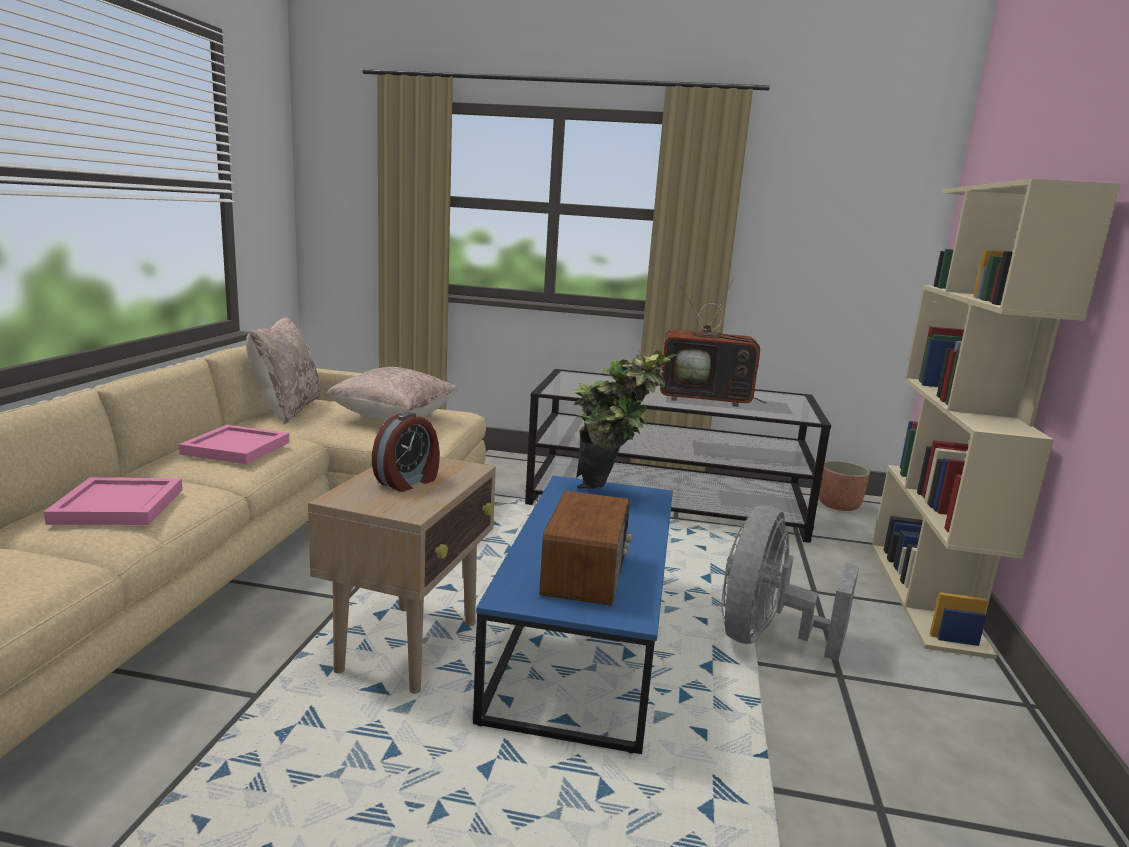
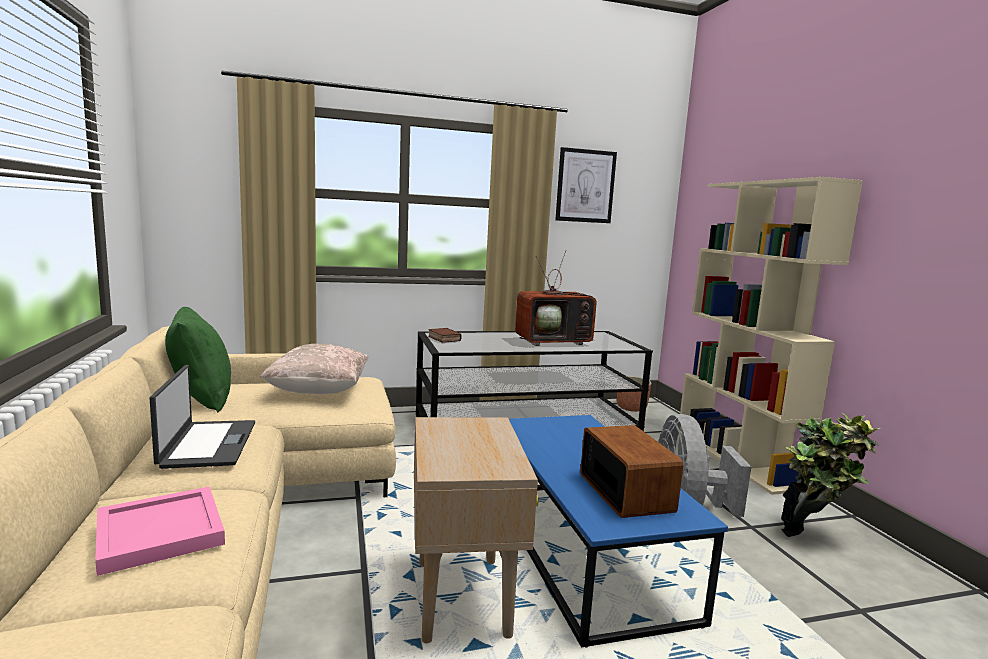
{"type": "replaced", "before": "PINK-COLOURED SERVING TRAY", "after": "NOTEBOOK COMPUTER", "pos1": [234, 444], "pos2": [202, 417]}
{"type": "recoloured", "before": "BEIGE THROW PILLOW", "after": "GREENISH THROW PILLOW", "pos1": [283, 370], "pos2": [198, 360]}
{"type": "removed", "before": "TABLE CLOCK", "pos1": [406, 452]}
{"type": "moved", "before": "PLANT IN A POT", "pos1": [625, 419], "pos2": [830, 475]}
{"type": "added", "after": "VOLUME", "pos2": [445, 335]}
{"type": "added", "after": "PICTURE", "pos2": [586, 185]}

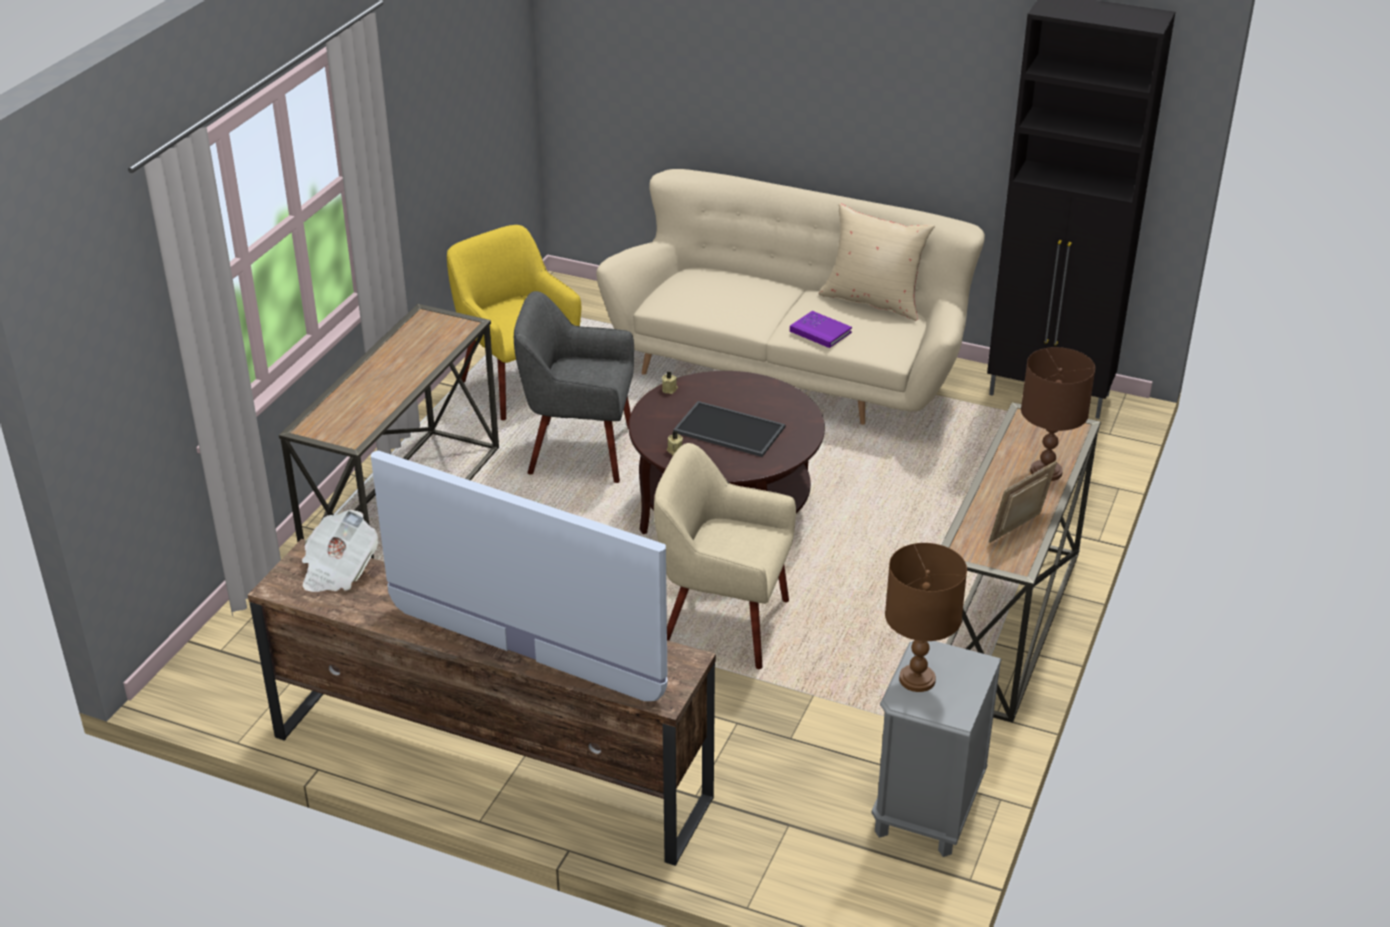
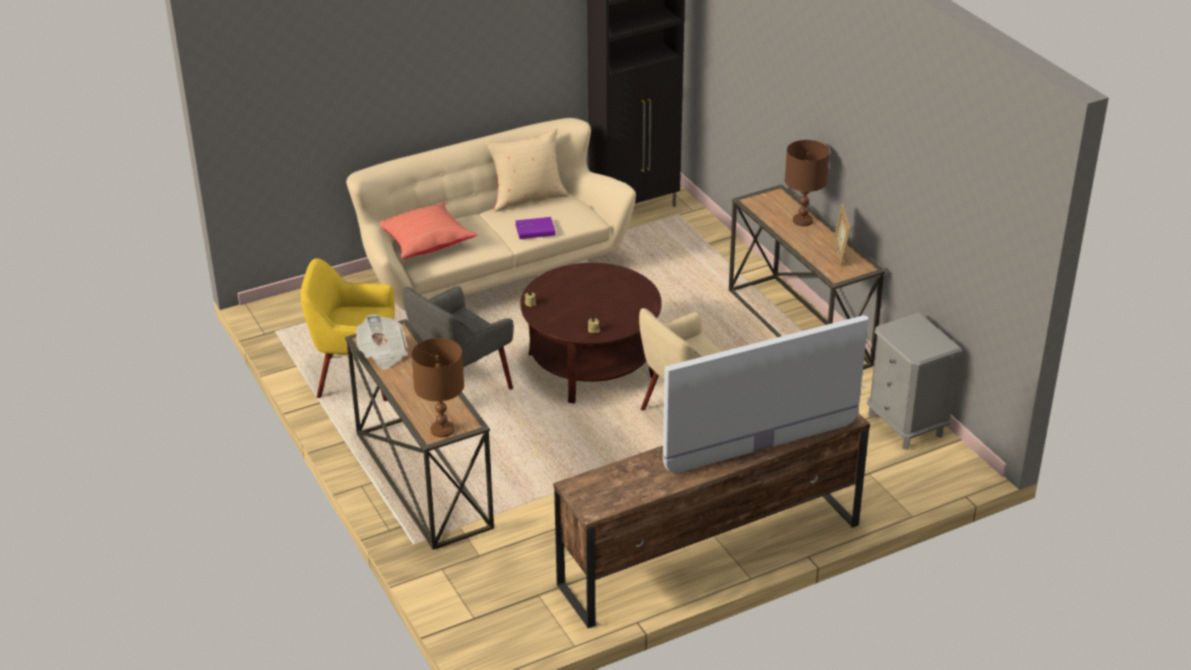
{"type": "moved", "before": "DAILY PAPER", "pos1": [340, 551], "pos2": [382, 342]}
{"type": "removed", "before": "SERVING TRAY", "pos1": [729, 429]}
{"type": "moved", "before": "BROWN TABLETOP LAMP", "pos1": [926, 617], "pos2": [437, 387]}
{"type": "added", "after": "REDDISH THROW PILLOW", "pos2": [428, 230]}

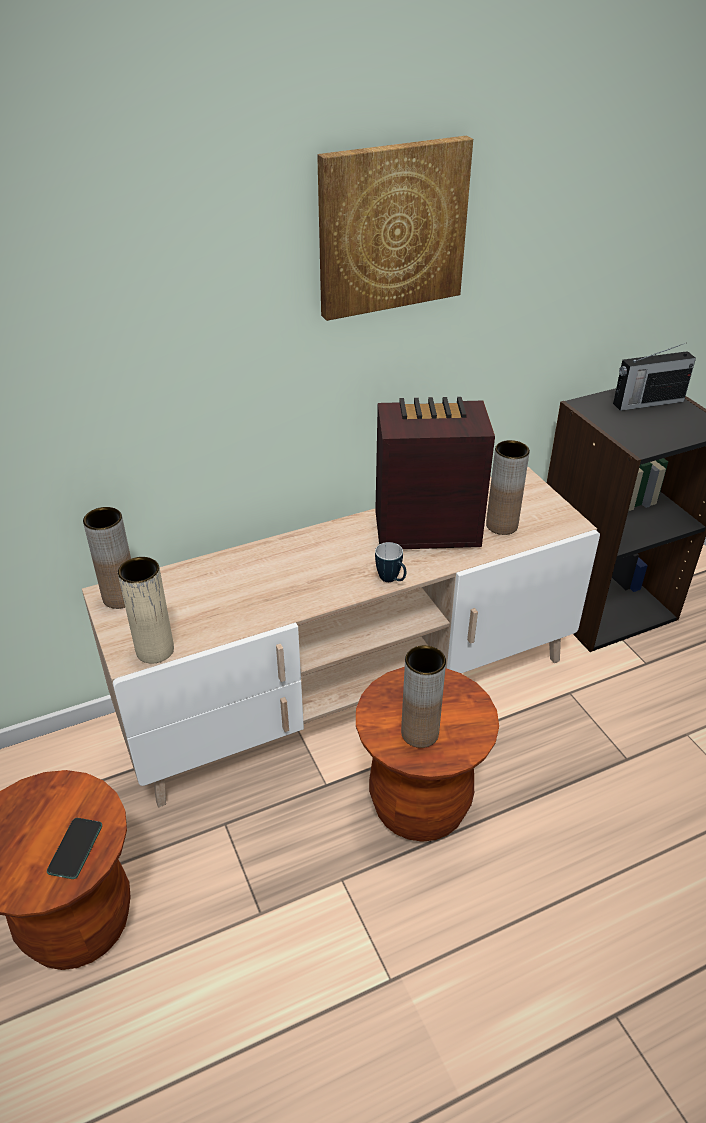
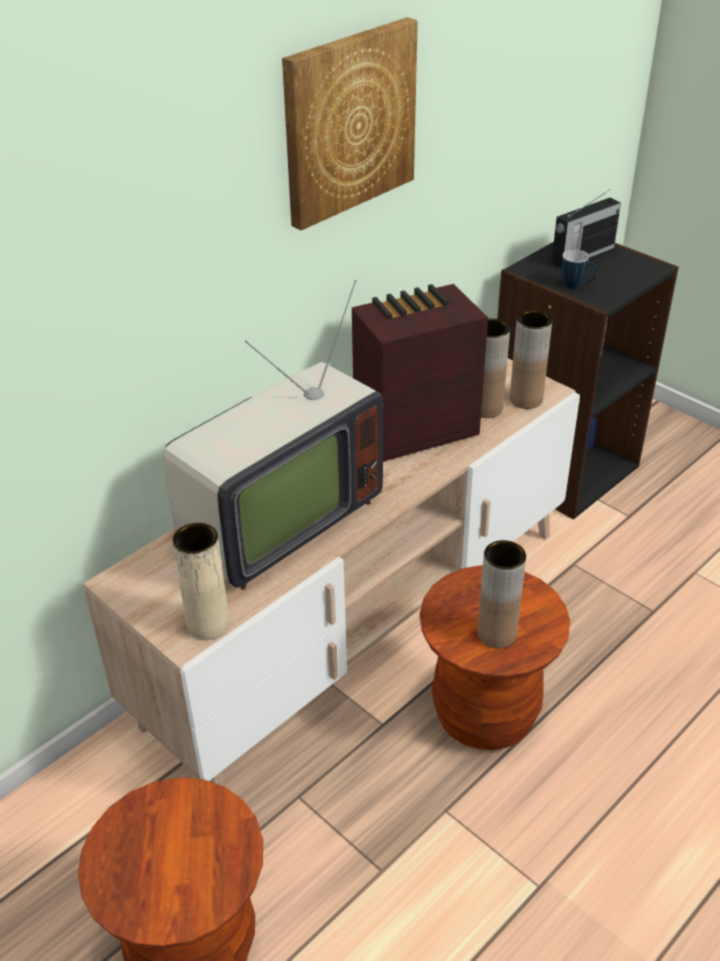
{"type": "removed", "before": "PHONE", "pos1": [74, 848]}
{"type": "moved", "before": "BROWN FLOWER VASE", "pos1": [107, 558], "pos2": [531, 359]}
{"type": "moved", "before": "MUG", "pos1": [390, 562], "pos2": [579, 268]}
{"type": "added", "after": "TV", "pos2": [273, 435]}

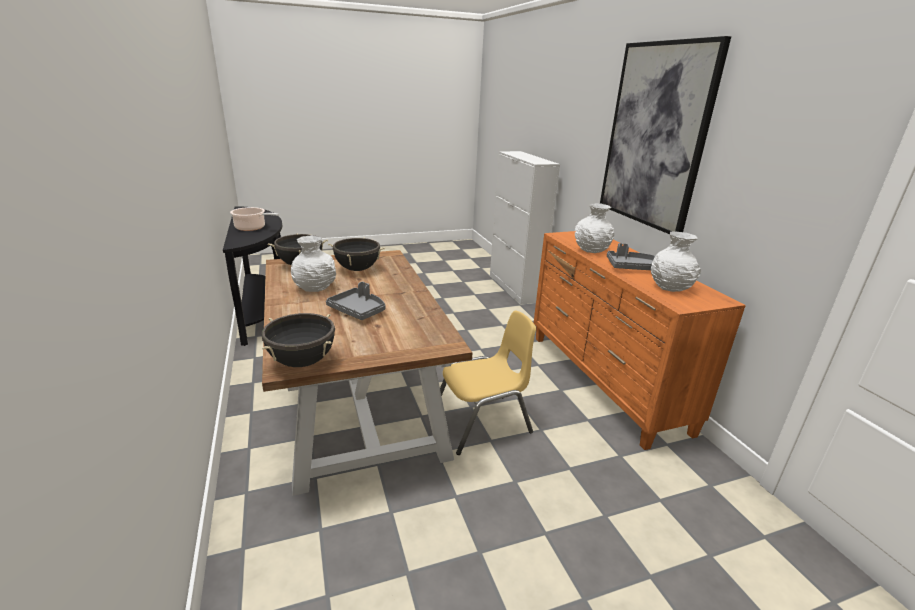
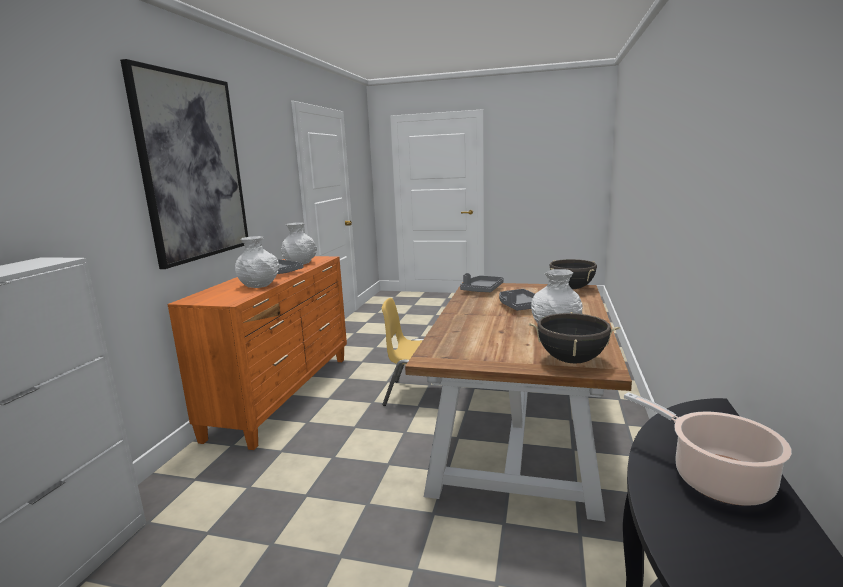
{"type": "removed", "before": "BLACK COOKING POT", "pos1": [356, 254]}
{"type": "added", "after": "GREYISH SERVING TRAY", "pos2": [482, 282]}

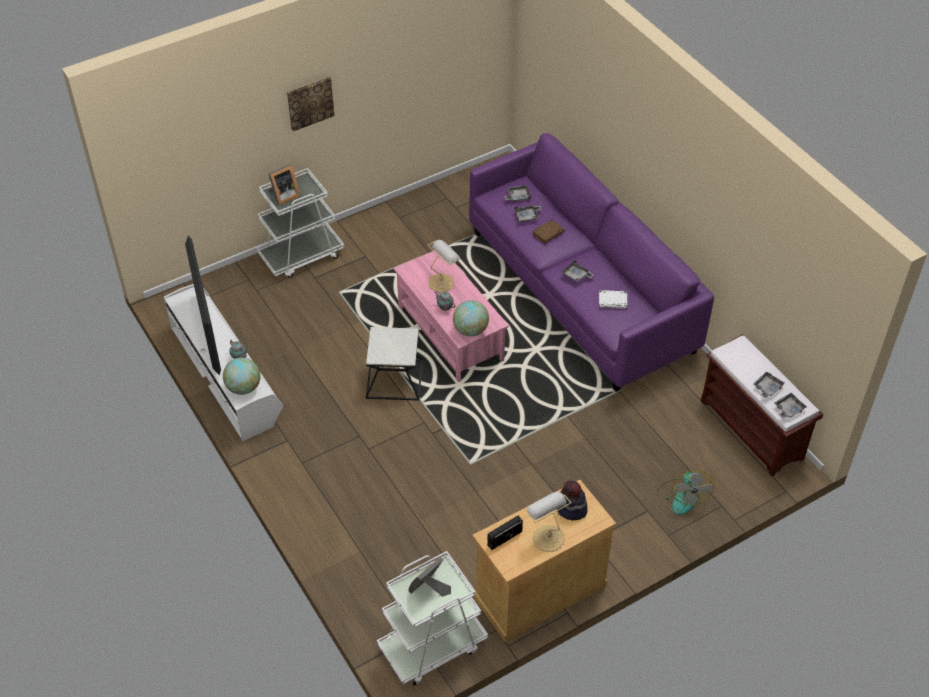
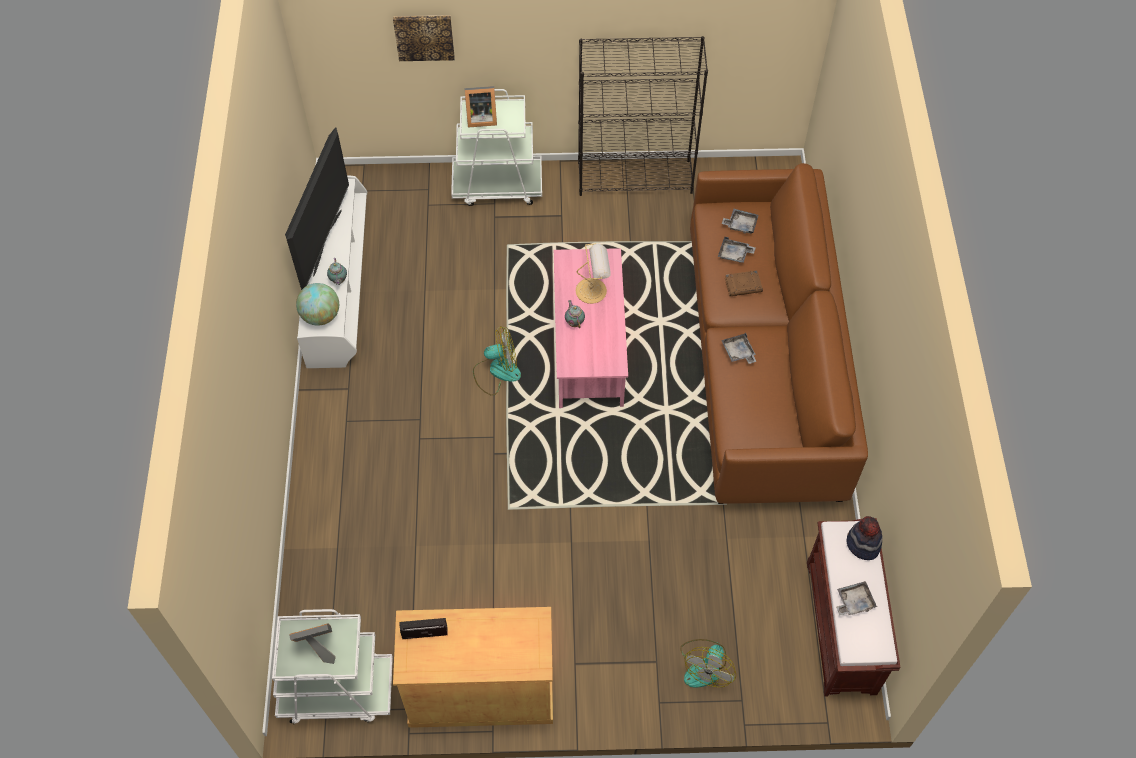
{"type": "moved", "before": "PICTURE", "pos1": [310, 104], "pos2": [424, 38]}
{"type": "replaced", "before": "ACCENT TABLE", "after": "FAN", "pos1": [394, 364], "pos2": [497, 361]}
{"type": "removed", "before": "WORLD GLOBE", "pos1": [471, 318]}
{"type": "recoloured", "before": "PURPLE-COLOURED SOFA", "after": "BROWN SOFA", "pos1": [591, 262], "pos2": [779, 333]}
{"type": "removed", "before": "TABLETOP LAMP", "pos1": [548, 522]}
{"type": "moved", "before": "HAT", "pos1": [572, 500], "pos2": [865, 538]}
{"type": "removed", "before": "WHITE-COLOURED VOLUME", "pos1": [613, 299]}
{"type": "removed", "before": "GREYISH SERVING TRAY", "pos1": [790, 406]}
{"type": "added", "after": "BLACK SHELVING UNIT", "pos2": [643, 116]}

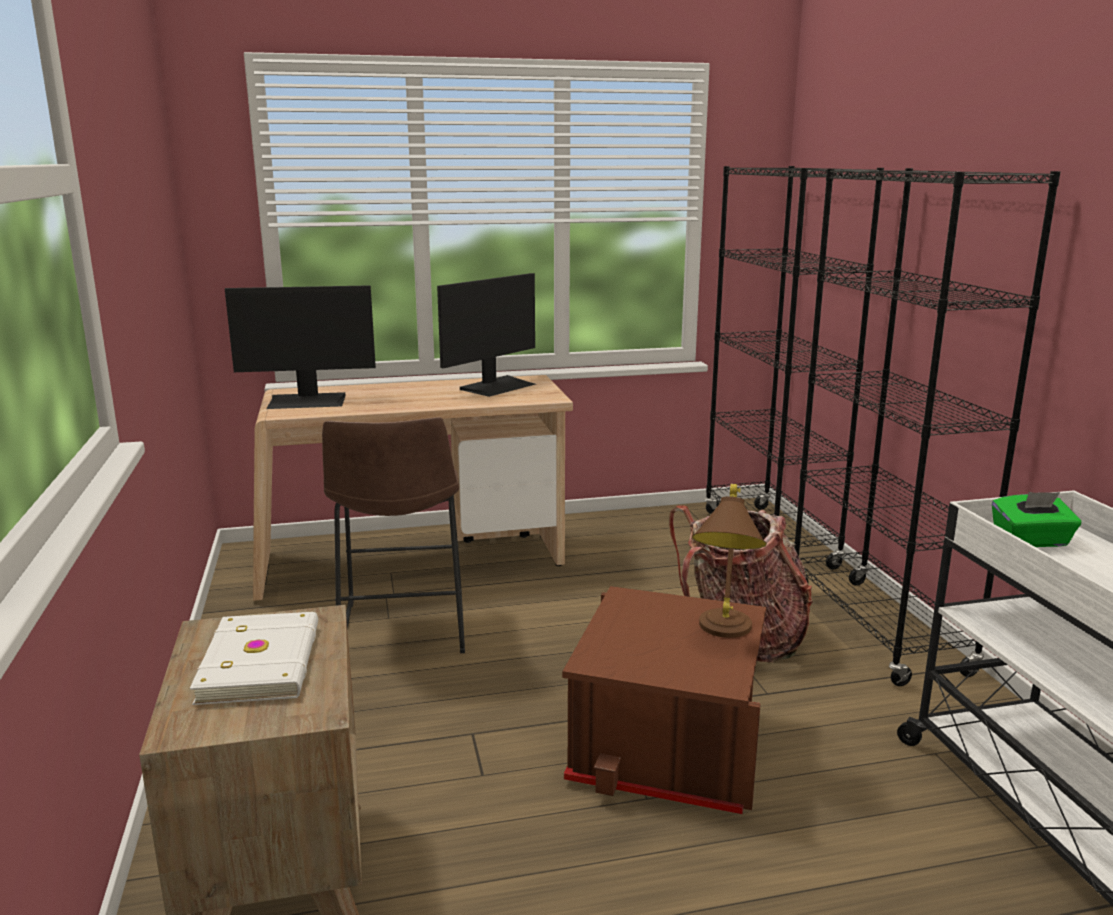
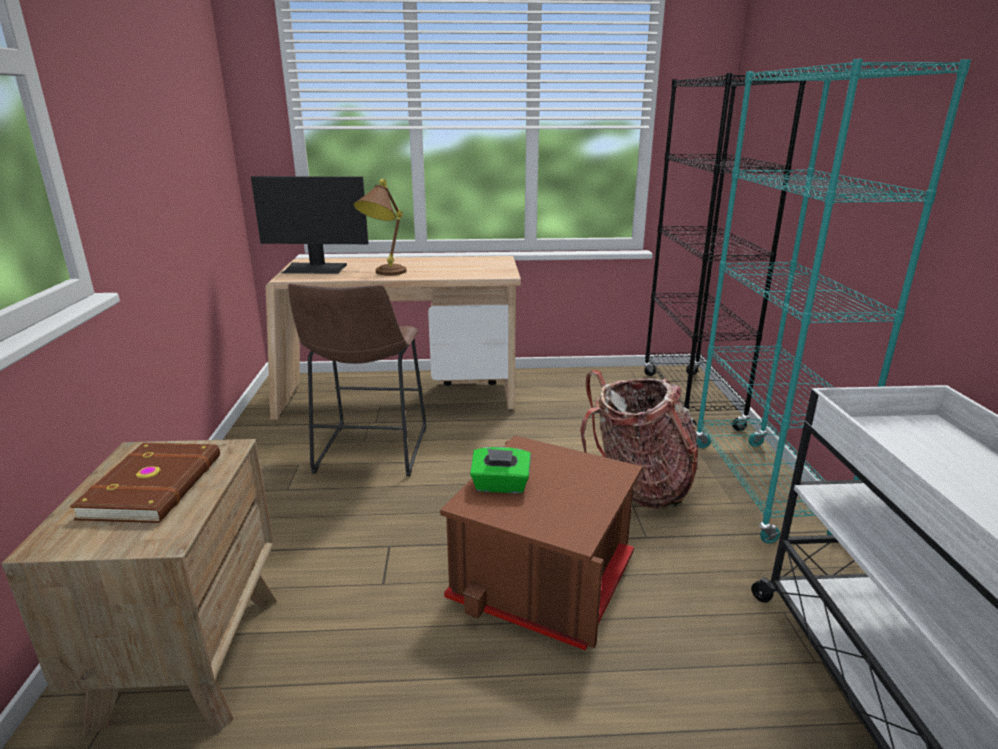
{"type": "recoloured", "before": "WHITE-COLOURED VOLUME", "after": "BROWN VOLUME", "pos1": [254, 658], "pos2": [145, 483]}
{"type": "removed", "before": "COMPUTER DISPLAY", "pos1": [486, 335]}
{"type": "moved", "before": "BROWN TABLETOP LAMP", "pos1": [729, 561], "pos2": [380, 227]}
{"type": "recoloured", "before": "BLACK SHELVING UNIT", "after": "BLUE-GREEN SHELVING UNIT", "pos1": [927, 427], "pos2": [833, 301]}
{"type": "moved", "before": "GREENISH TISSUE HOLDER", "pos1": [1036, 519], "pos2": [500, 470]}

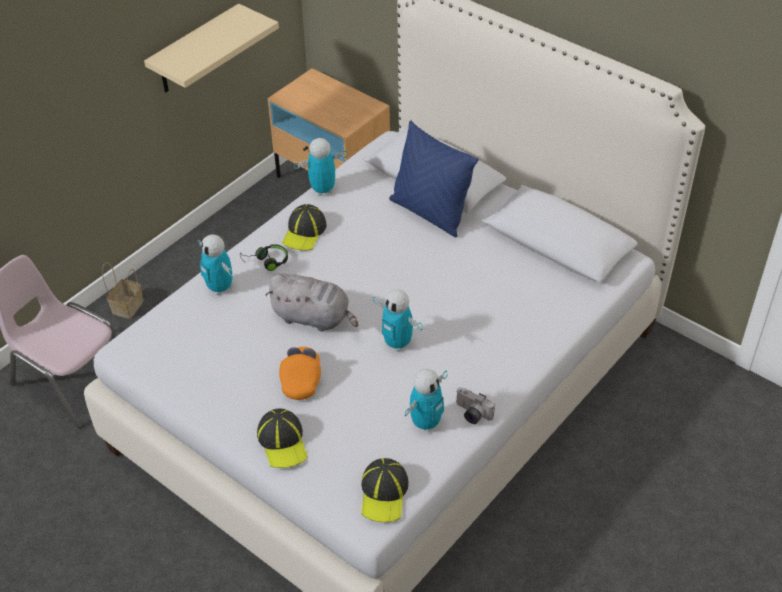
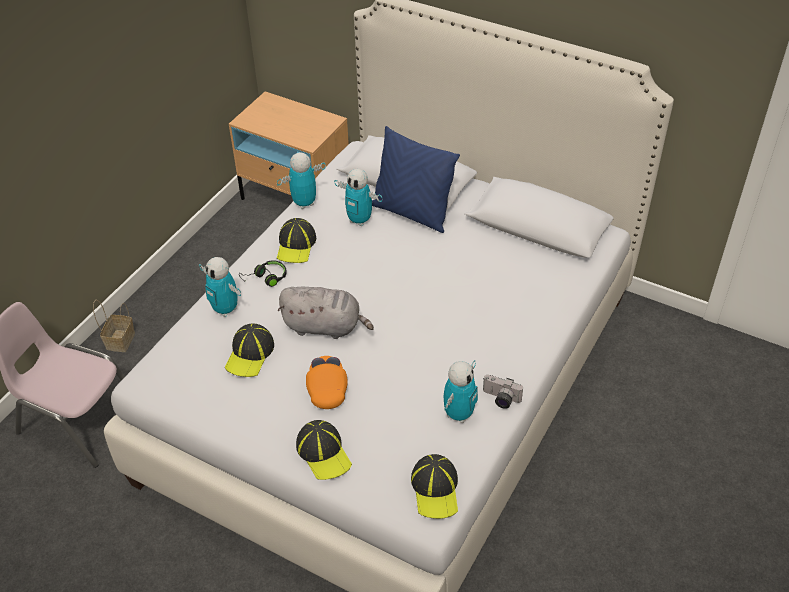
{"type": "removed", "before": "BEIGE SHELF", "pos1": [211, 48]}
{"type": "moved", "before": "TOY ROBOT", "pos1": [398, 321], "pos2": [358, 197]}
{"type": "added", "after": "CAP", "pos2": [249, 350]}

